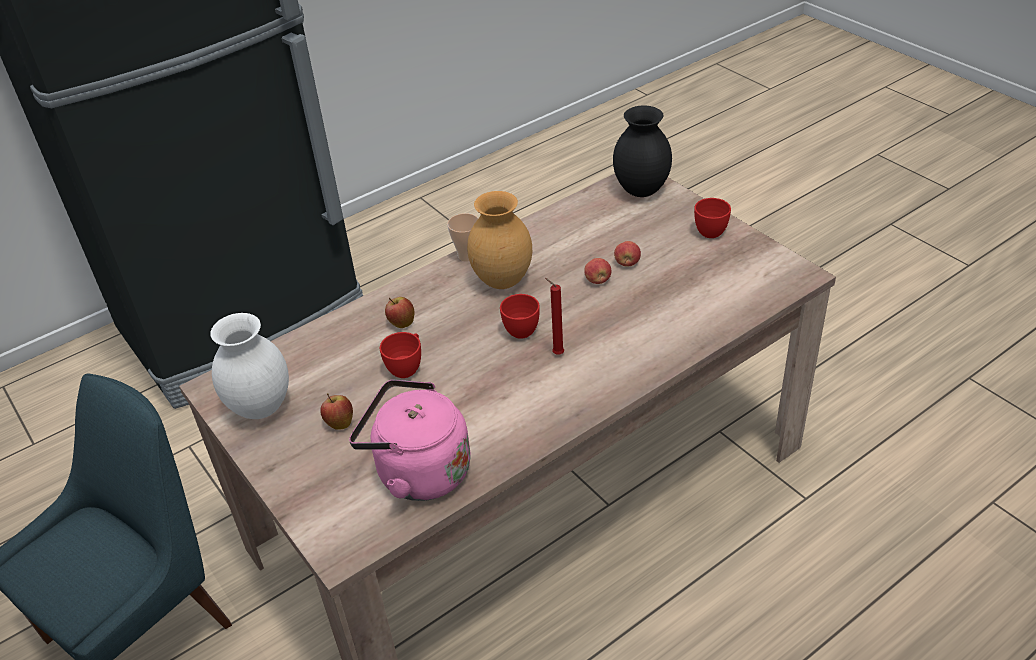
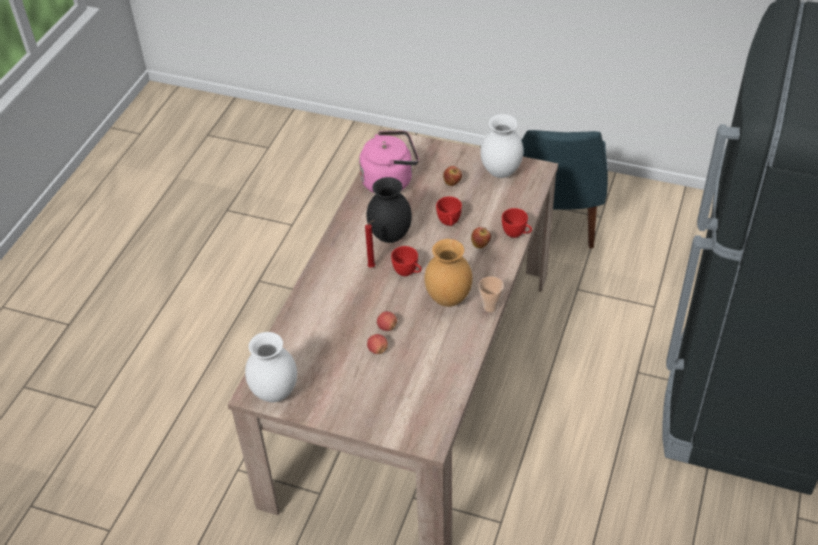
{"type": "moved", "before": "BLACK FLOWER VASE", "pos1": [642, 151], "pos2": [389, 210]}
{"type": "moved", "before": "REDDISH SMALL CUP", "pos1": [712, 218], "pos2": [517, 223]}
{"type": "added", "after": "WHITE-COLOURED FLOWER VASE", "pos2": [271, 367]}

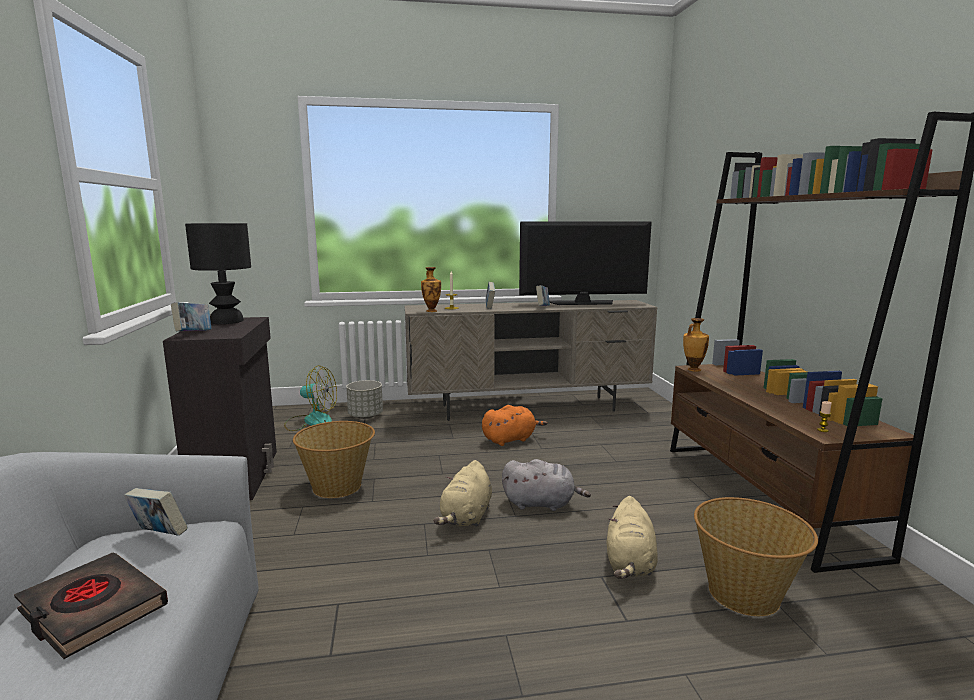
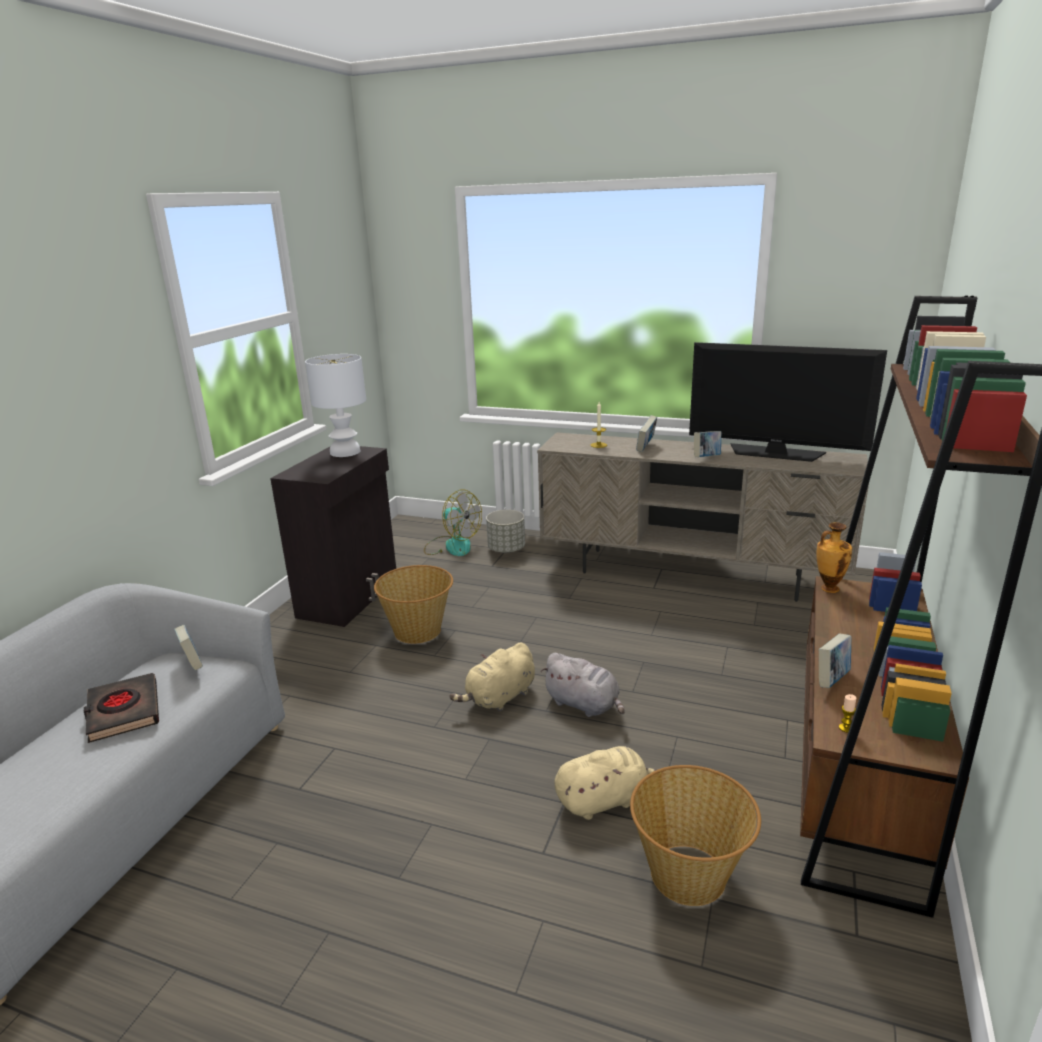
{"type": "moved", "before": "VOLUME", "pos1": [191, 316], "pos2": [835, 661]}
{"type": "recoloured", "before": "BLACK TABLETOP LAMP", "after": "WHITE-COLOURED TABLETOP LAMP", "pos1": [218, 273], "pos2": [335, 405]}
{"type": "removed", "before": "FLOWER VASE", "pos1": [431, 289]}
{"type": "removed", "before": "ORANGE-COLOURED SOFT TOY", "pos1": [514, 425]}
{"type": "turned", "before": "BEIGE SOFT TOY", "pos1": [632, 537], "pos2": [605, 783], "turn": -150}

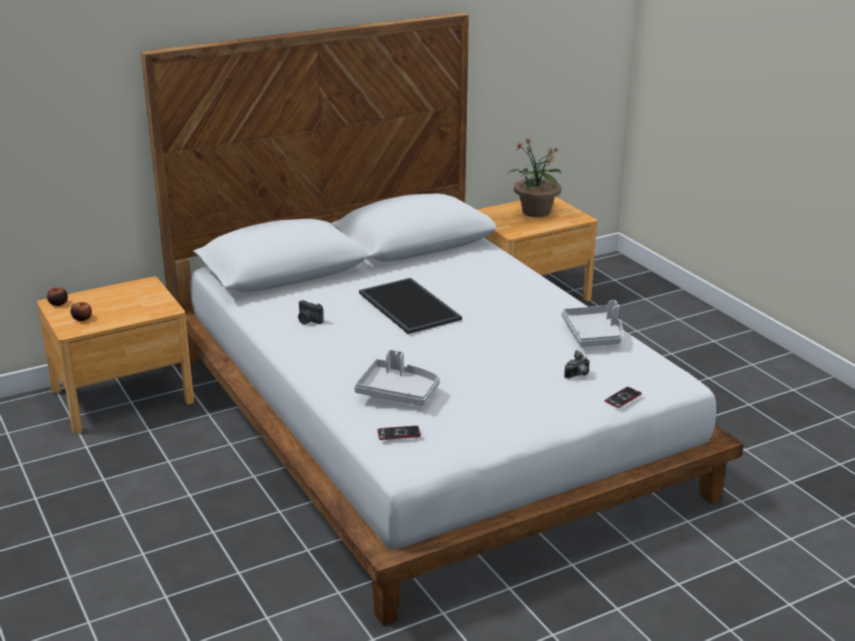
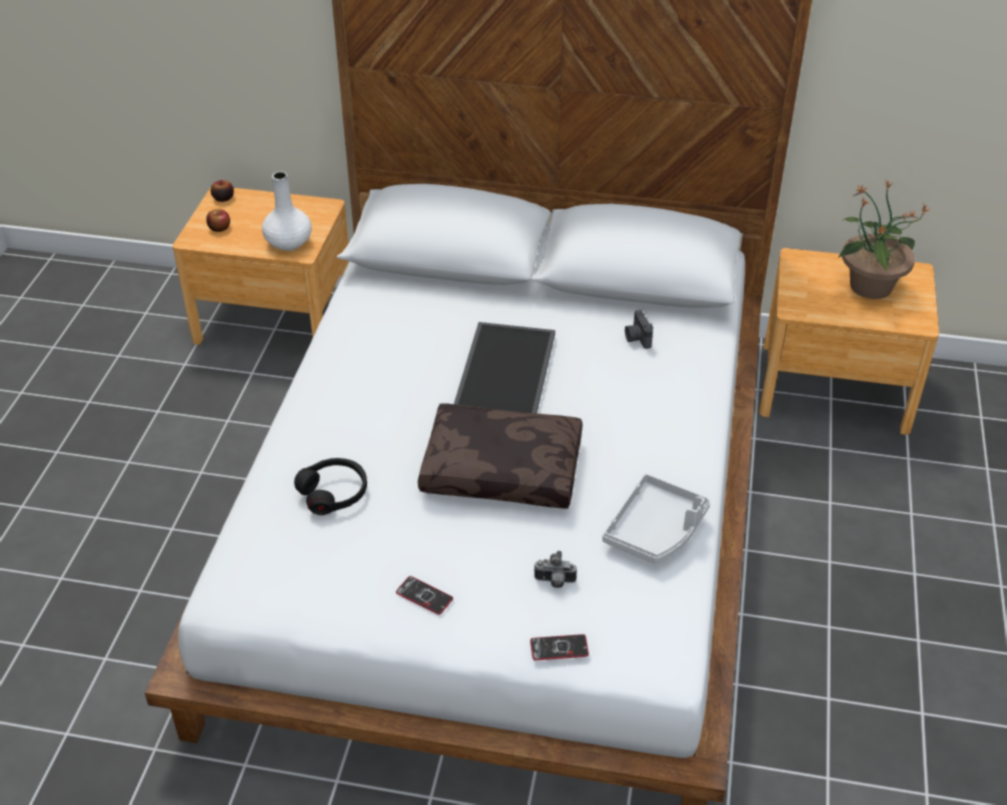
{"type": "moved", "before": "PHOTO CAMERA", "pos1": [311, 312], "pos2": [639, 329]}
{"type": "replaced", "before": "GREYISH SERVING TRAY", "after": "BLACK PAIR OF HEADPHONES", "pos1": [397, 377], "pos2": [330, 486]}
{"type": "moved", "before": "PHONE", "pos1": [399, 433], "pos2": [424, 595]}
{"type": "added", "after": "WHITE-COLOURED FLOWER VASE", "pos2": [287, 211]}
{"type": "added", "after": "BROWN THROW PILLOW", "pos2": [500, 455]}

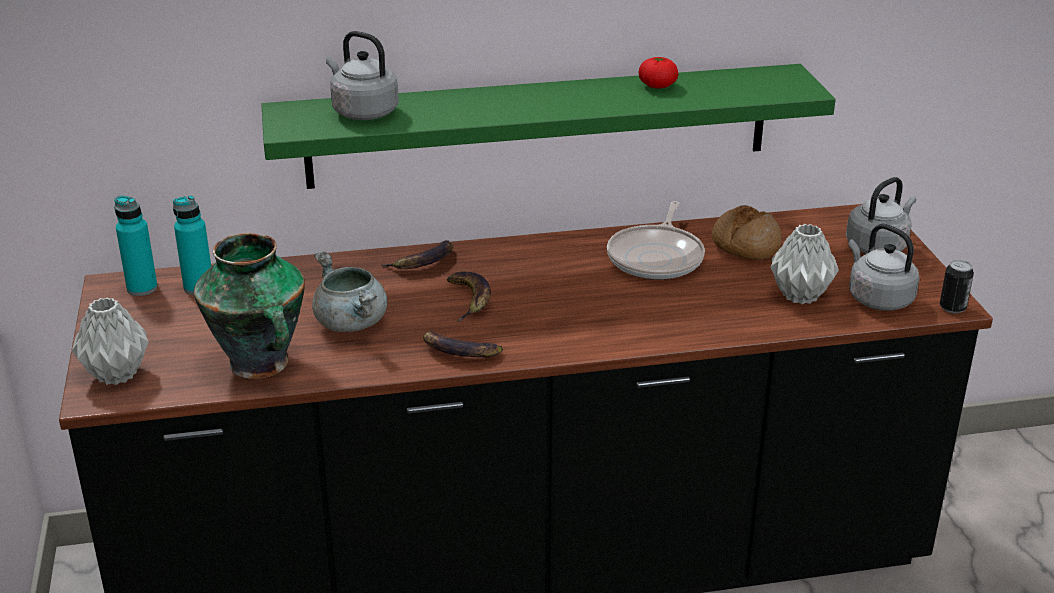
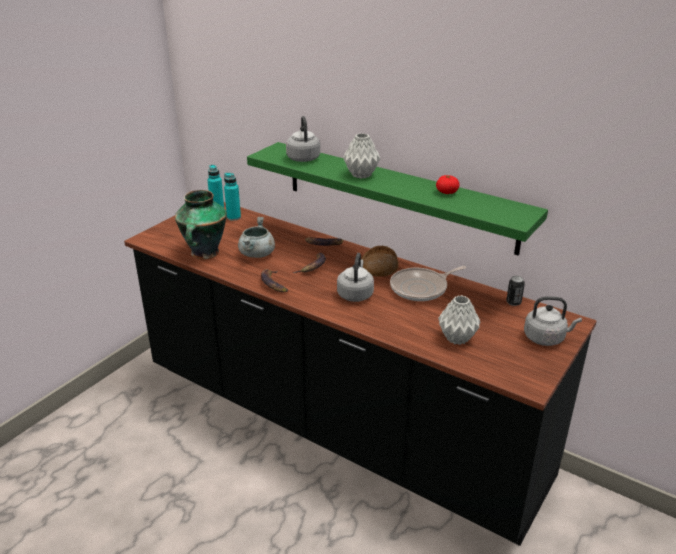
{"type": "moved", "before": "GREYISH FLOWER VASE", "pos1": [110, 341], "pos2": [361, 156]}
{"type": "moved", "before": "BREAD", "pos1": [747, 232], "pos2": [379, 261]}
{"type": "moved", "before": "GREYISH KETTLE", "pos1": [884, 267], "pos2": [355, 277]}
{"type": "moved", "before": "SEALED CAN", "pos1": [957, 286], "pos2": [515, 291]}

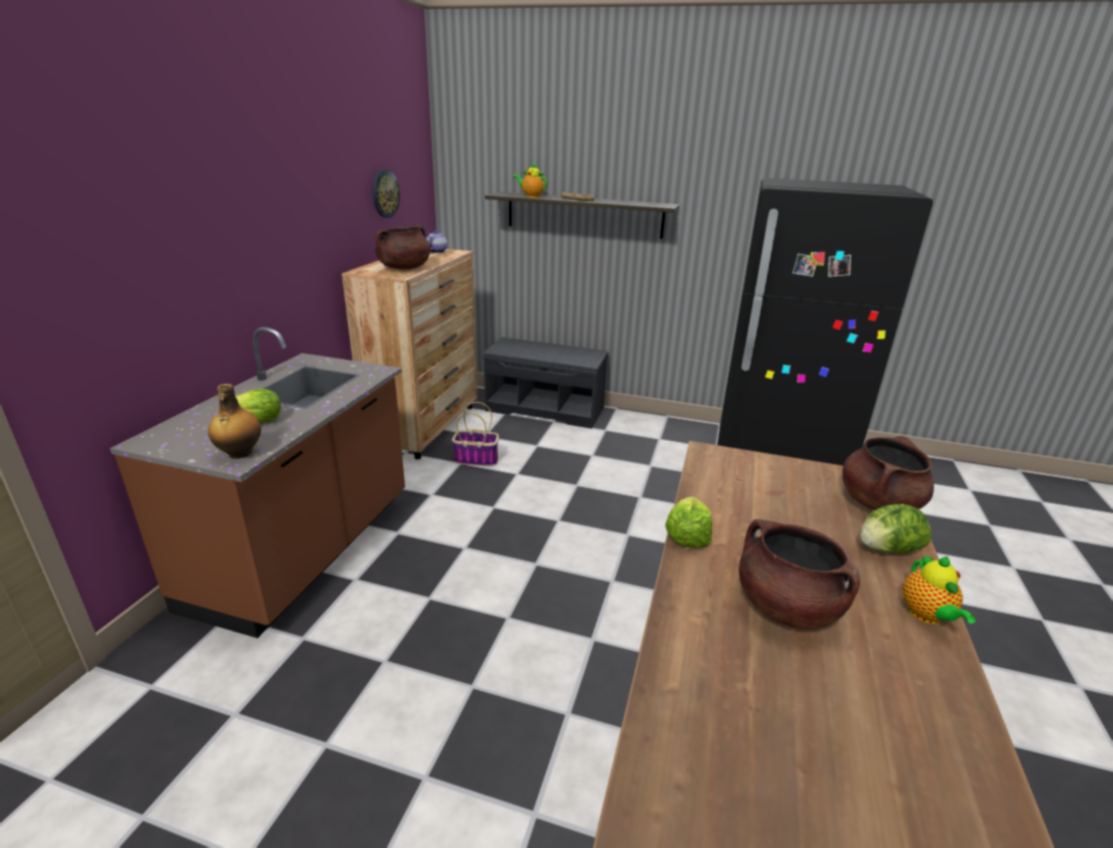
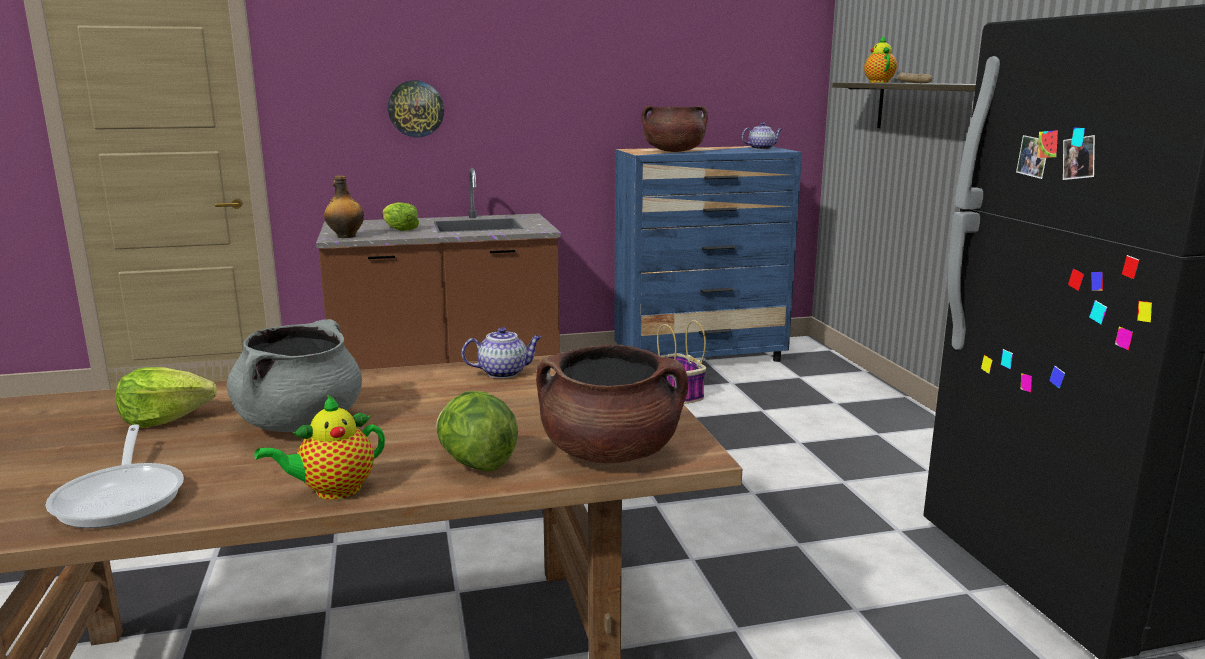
{"type": "recoloured", "before": "BROWN DRAWER CHEST", "after": "BLUE-COLOURED DRAWER CHEST", "pos1": [409, 354], "pos2": [708, 254]}
{"type": "moved", "before": "CLOCK ON THE WALL", "pos1": [386, 194], "pos2": [416, 108]}
{"type": "removed", "before": "GREYISH BENCH", "pos1": [546, 383]}
{"type": "moved", "before": "LETTUCE", "pos1": [688, 522], "pos2": [166, 397]}
{"type": "recoloured", "before": "BROWN COOKING POT", "after": "GREYISH COOKING POT", "pos1": [799, 574], "pos2": [294, 375]}
{"type": "added", "after": "PAN", "pos2": [114, 476]}
{"type": "added", "after": "TEA POT", "pos2": [502, 352]}

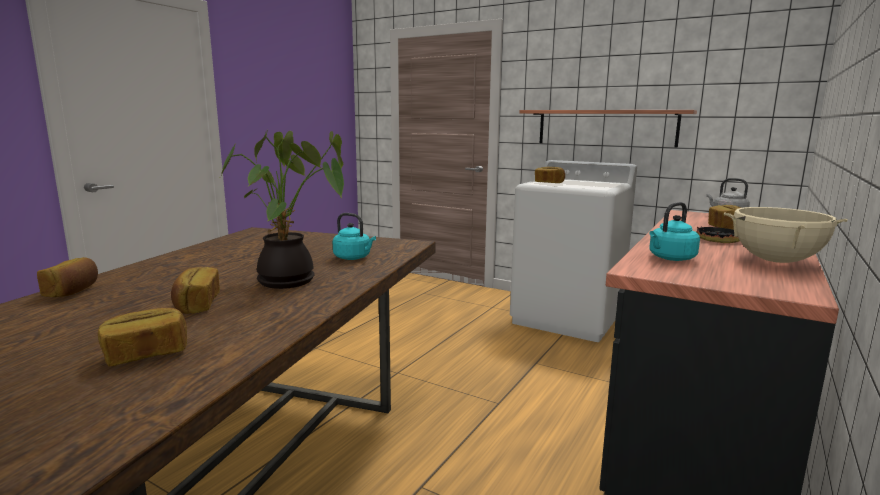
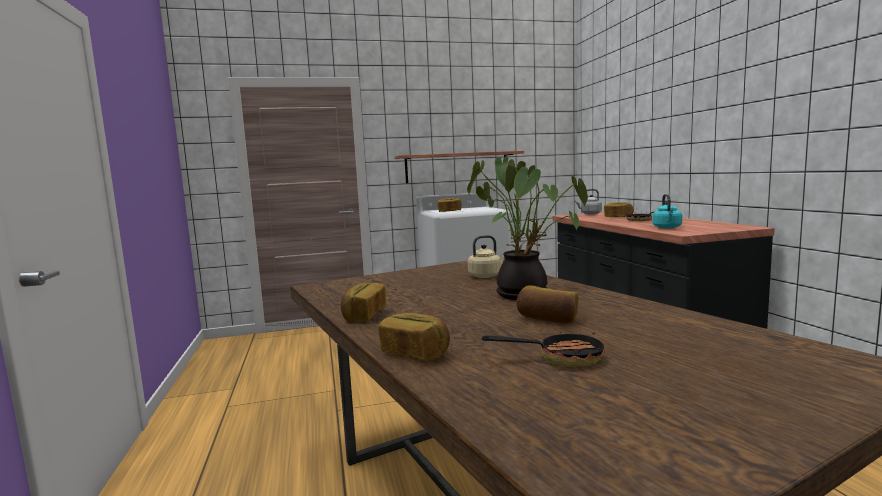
{"type": "moved", "before": "BREAD", "pos1": [142, 337], "pos2": [363, 302]}
{"type": "recoloured", "before": "BLUE-GREEN KETTLE", "after": "BEIGE KETTLE", "pos1": [354, 236], "pos2": [486, 256]}
{"type": "removed", "before": "BEIGE COOKING POT", "pos1": [786, 235]}
{"type": "added", "after": "PAN", "pos2": [543, 348]}

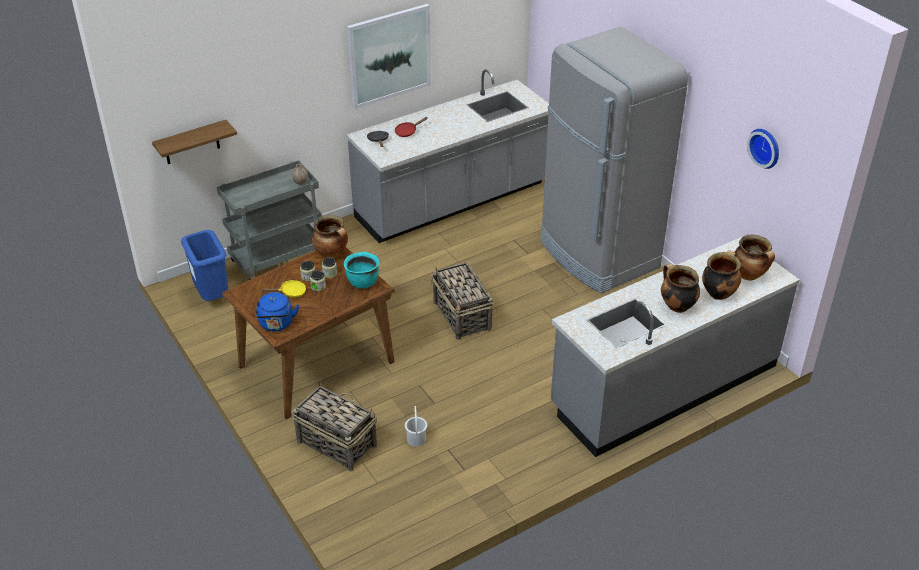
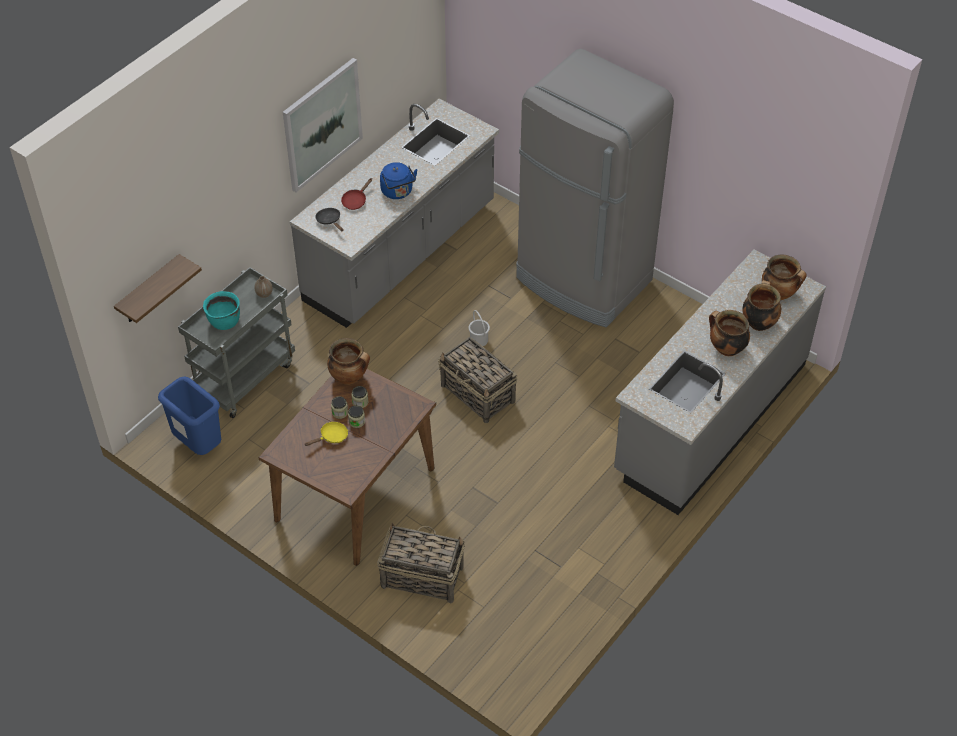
{"type": "moved", "before": "BLUE-COLOURED KETTLE", "pos1": [277, 311], "pos2": [398, 180]}
{"type": "moved", "before": "BLUE-GREEN COOKING POT", "pos1": [361, 270], "pos2": [221, 310]}
{"type": "moved", "before": "WHITE-COLOURED PAIL", "pos1": [416, 426], "pos2": [479, 328]}
{"type": "removed", "before": "CLOCK ON THE WALL", "pos1": [763, 149]}

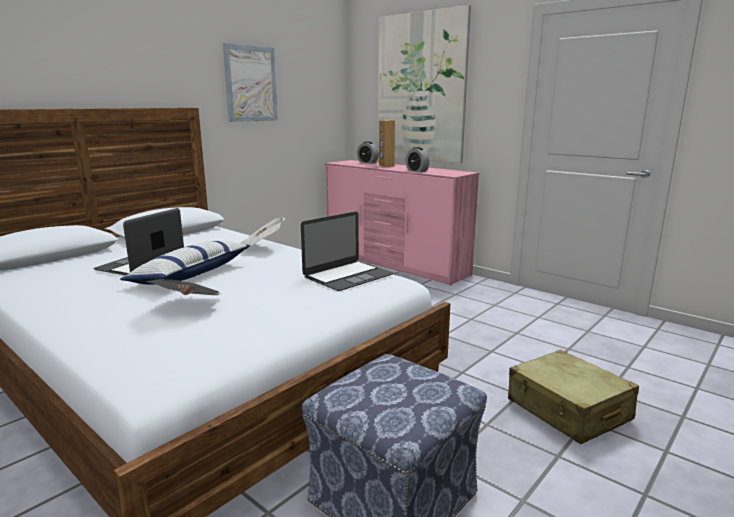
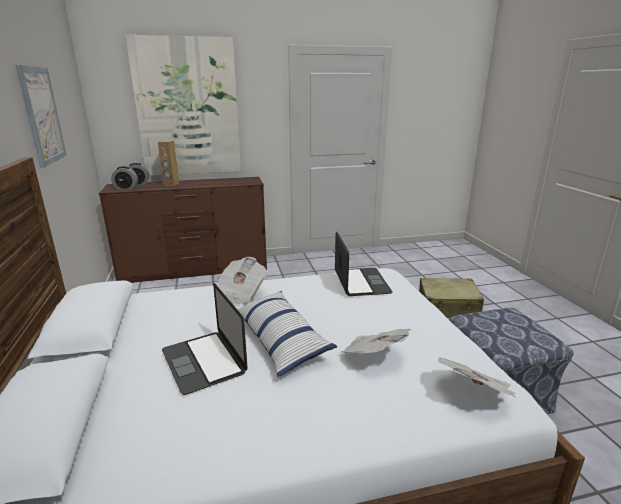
{"type": "recoloured", "before": "PINK-COLOURED DRAWER CHEST", "after": "BROWN DRAWER CHEST", "pos1": [402, 222], "pos2": [183, 230]}
{"type": "moved", "before": "TABLE CLOCK", "pos1": [418, 159], "pos2": [124, 177]}
{"type": "added", "after": "DAILY PAPER", "pos2": [476, 377]}

